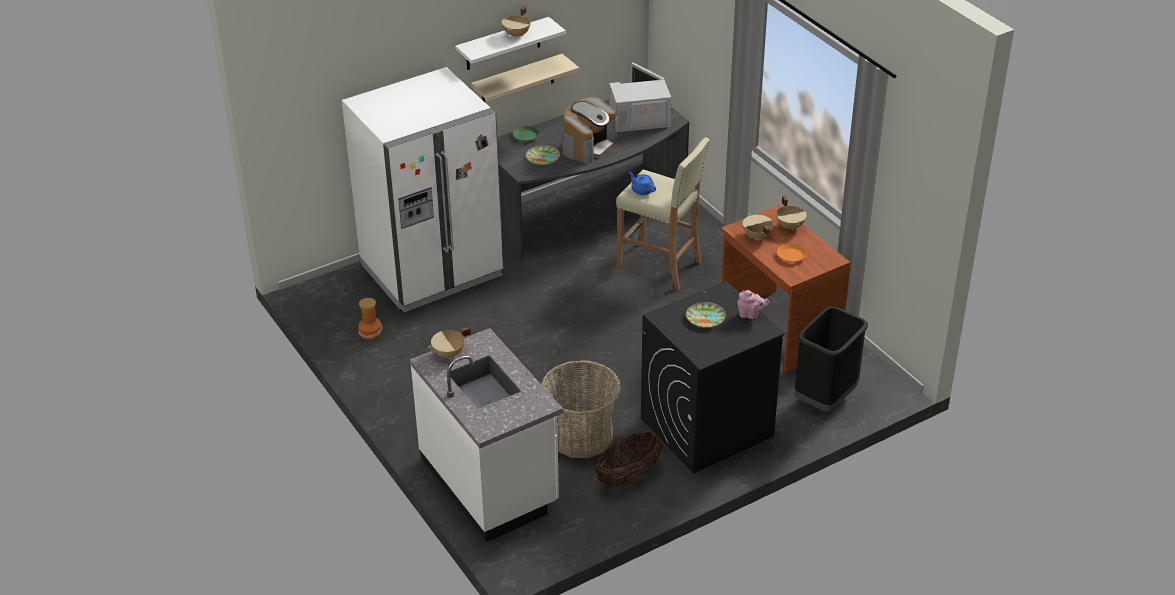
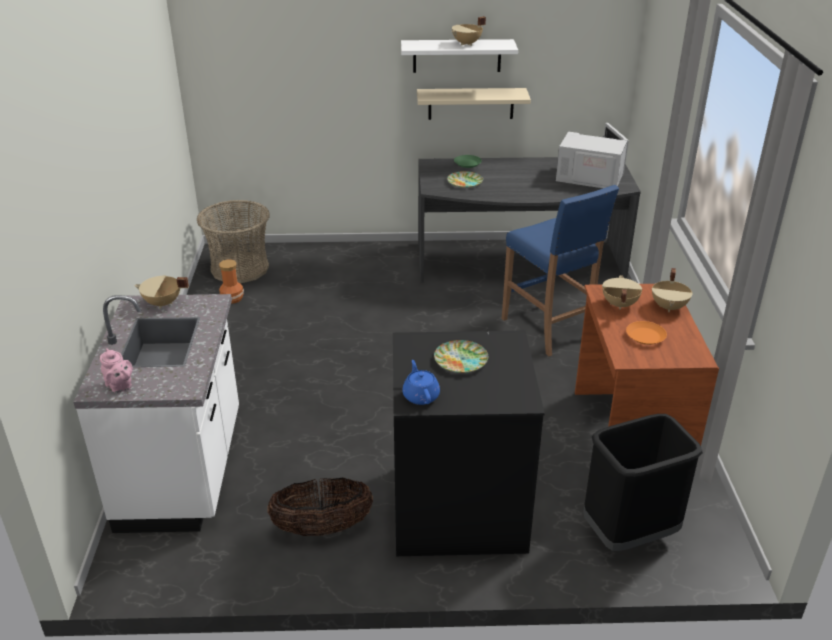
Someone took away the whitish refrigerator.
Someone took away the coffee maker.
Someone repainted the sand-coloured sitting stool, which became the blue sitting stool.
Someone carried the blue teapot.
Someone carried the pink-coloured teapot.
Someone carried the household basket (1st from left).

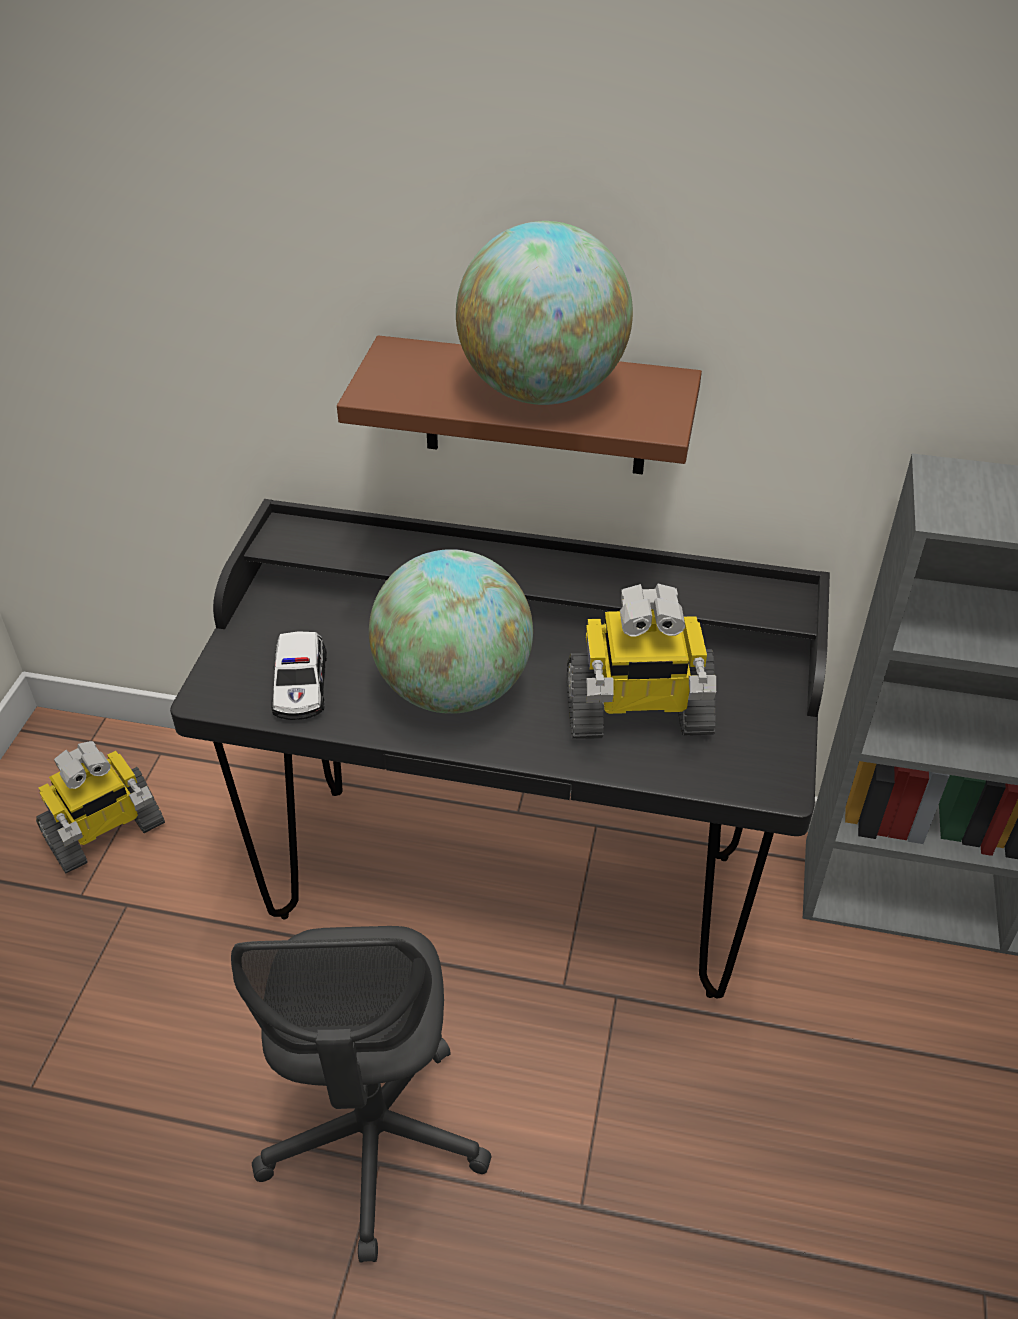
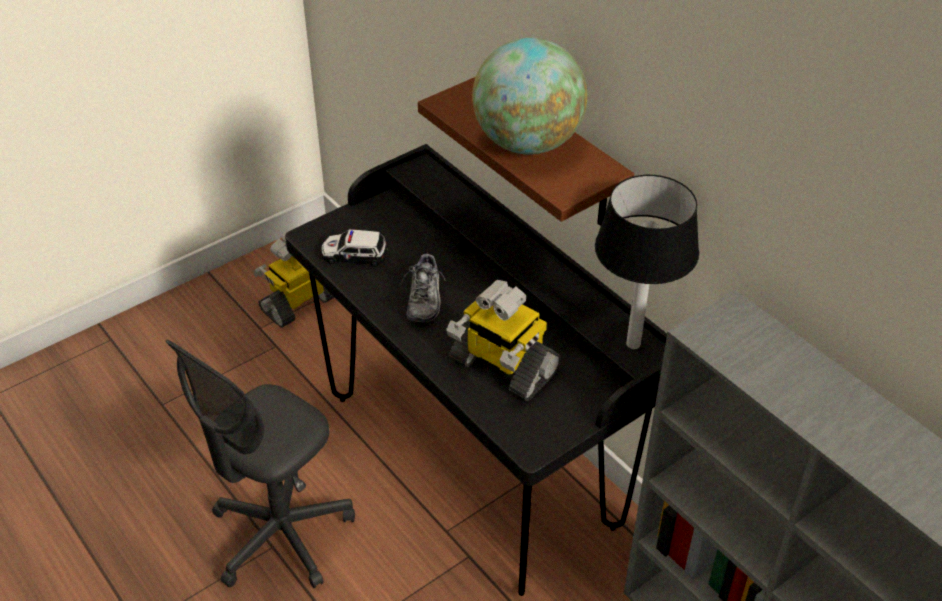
Someone swapped the desk globe (1st from left) for the shoe.
Someone rotated the miniature car by 60 degrees clockwise.
Someone rotated the model robot (1st from left) by 135 degrees clockwise.
Someone put down the lamp for a table.

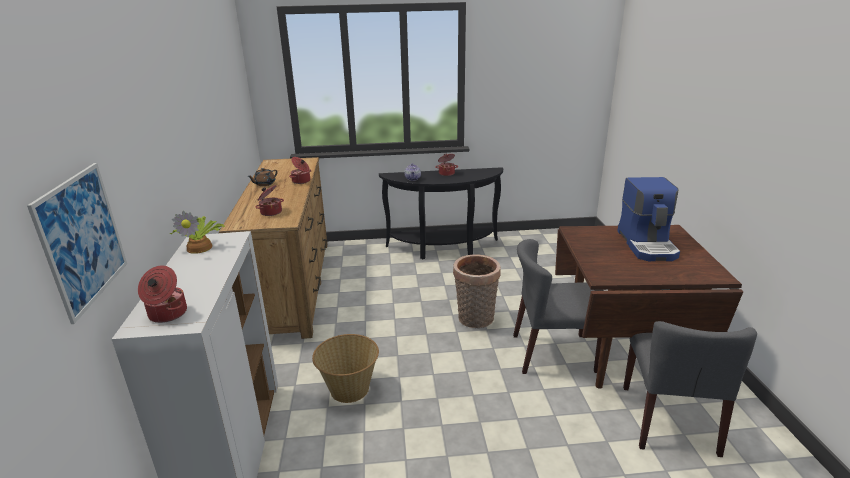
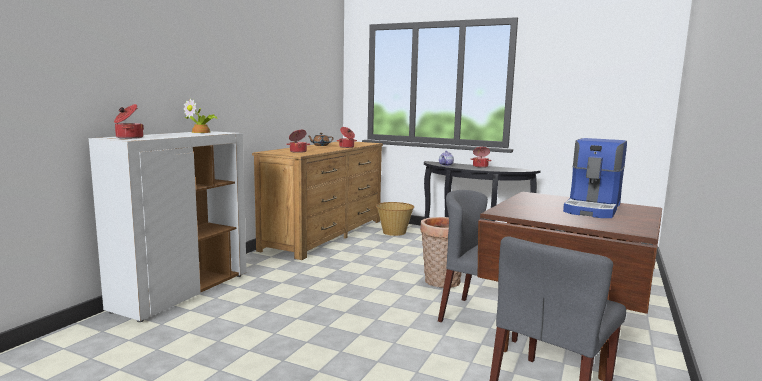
Someone took away the wall art.
Someone carried the household basket (1st from left).

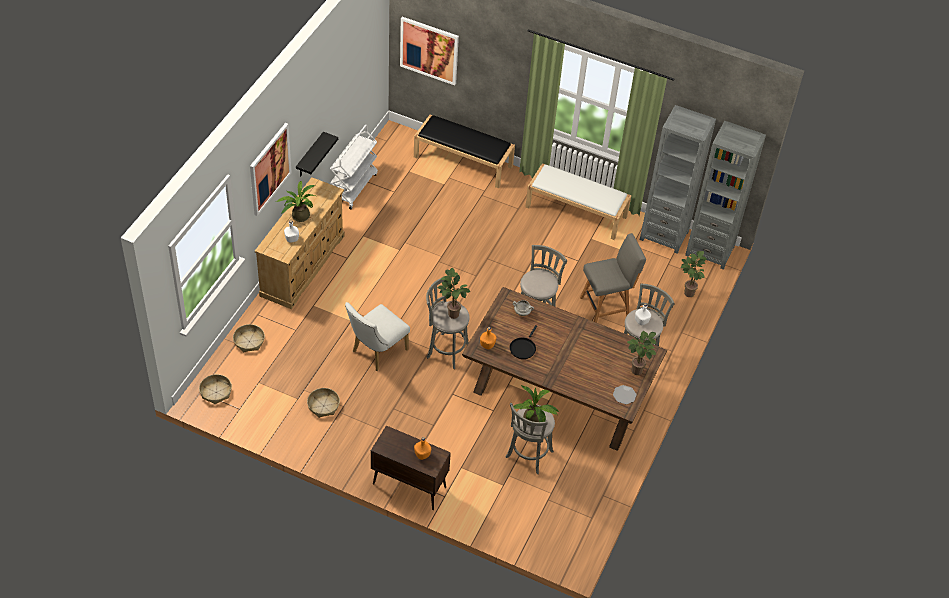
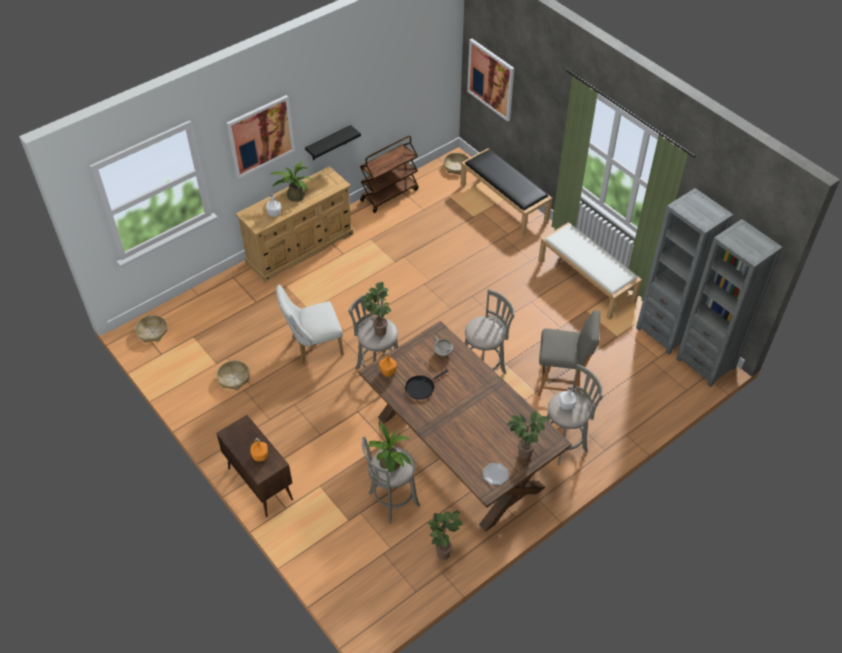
Someone repainted the whitish trolley, which became the brown trolley.
Someone carried the potted plant (5th from left in the first image).
Someone carried the household basket (2nd from left in the first image).

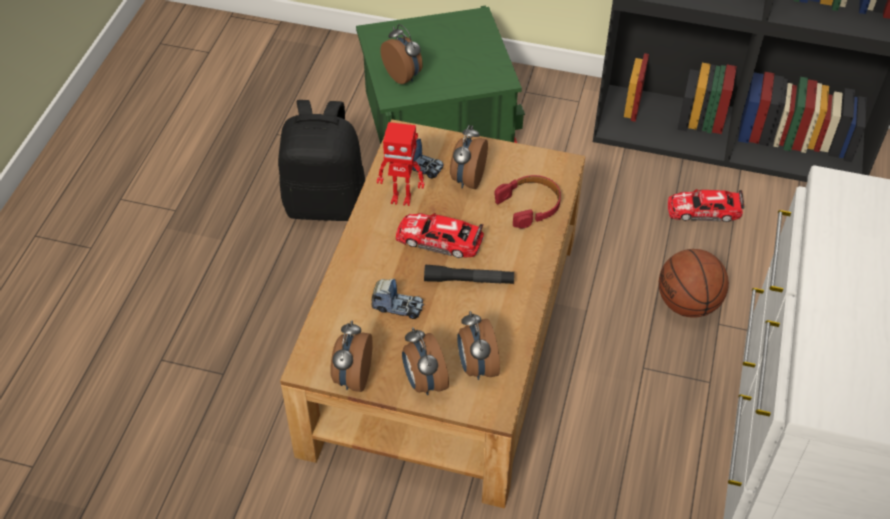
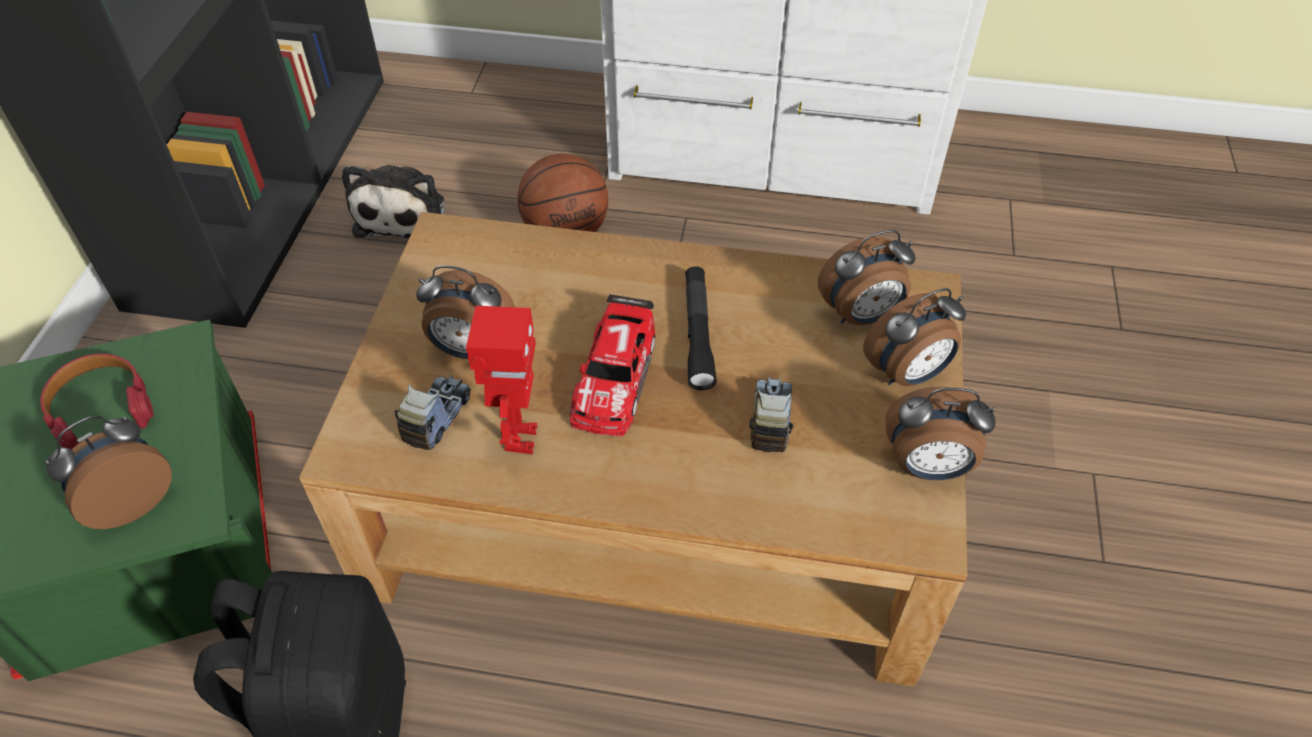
Someone carried the red headset.
Someone swapped the miniature car (2nd from left) for the soft toy.

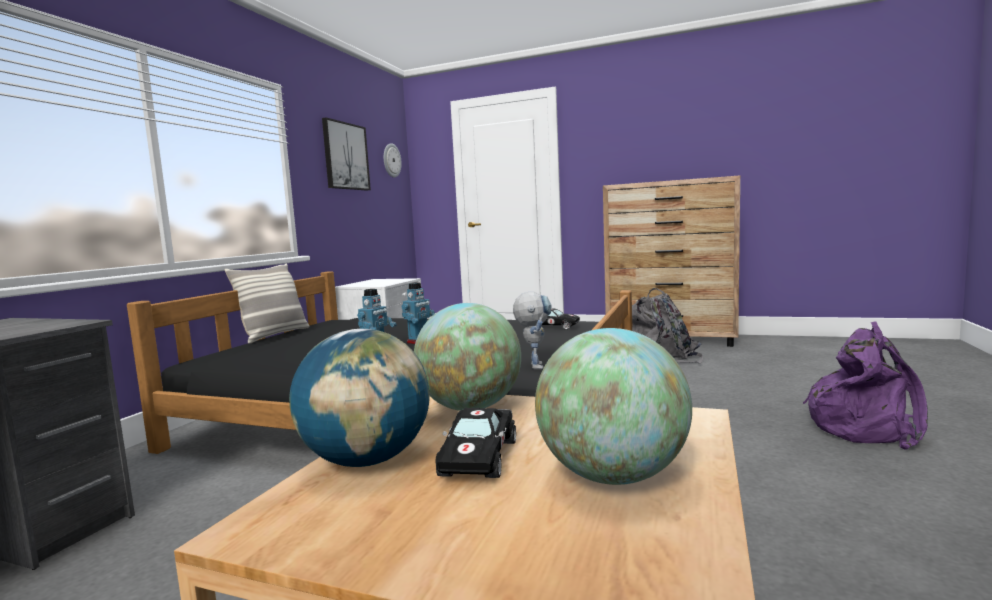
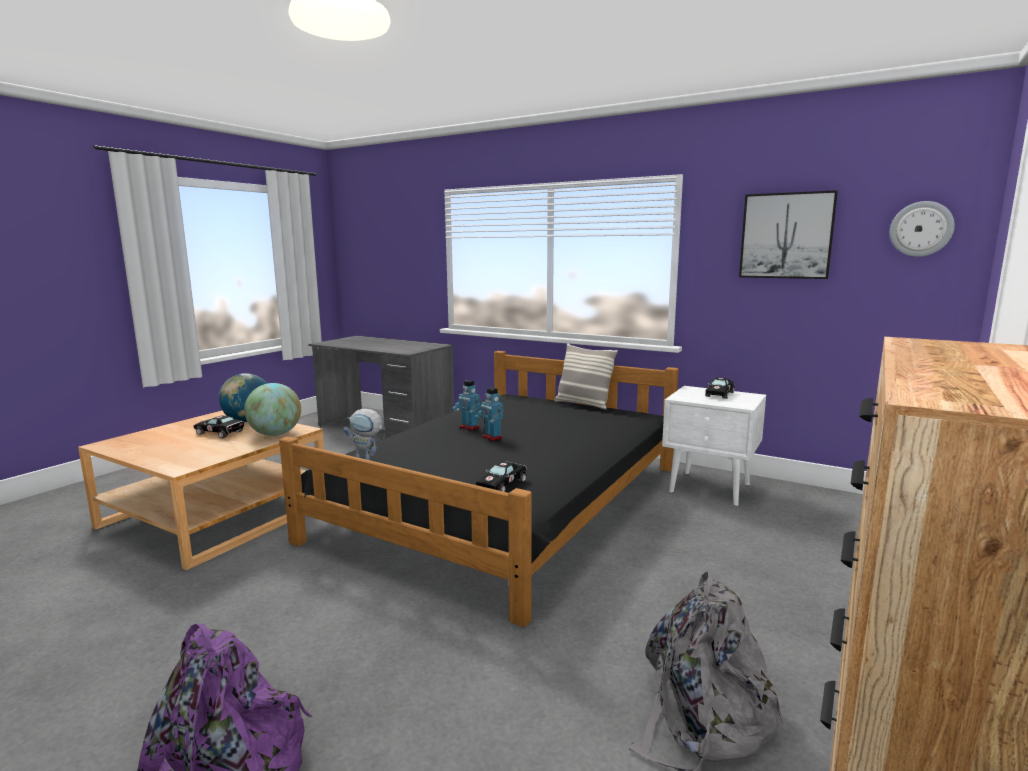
Someone took away the desk globe (3rd from left).
Someone put down the blackish miniature car (3rd from left).

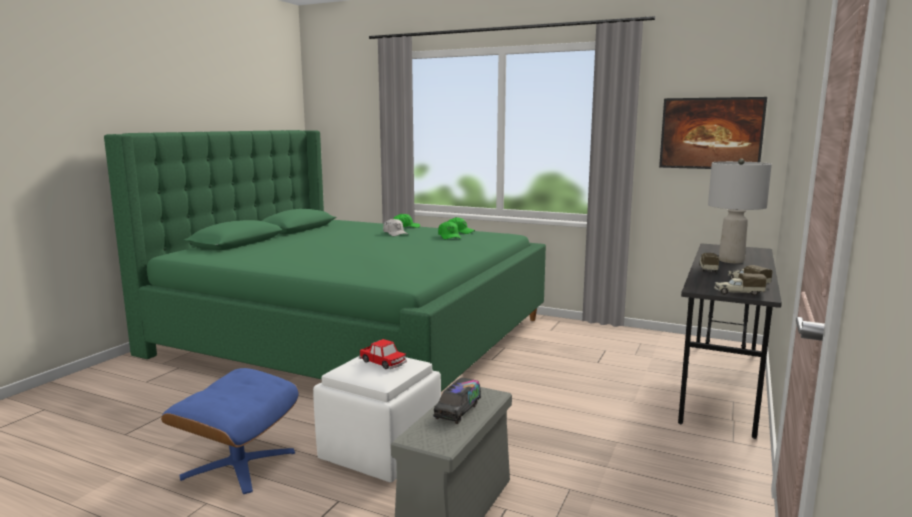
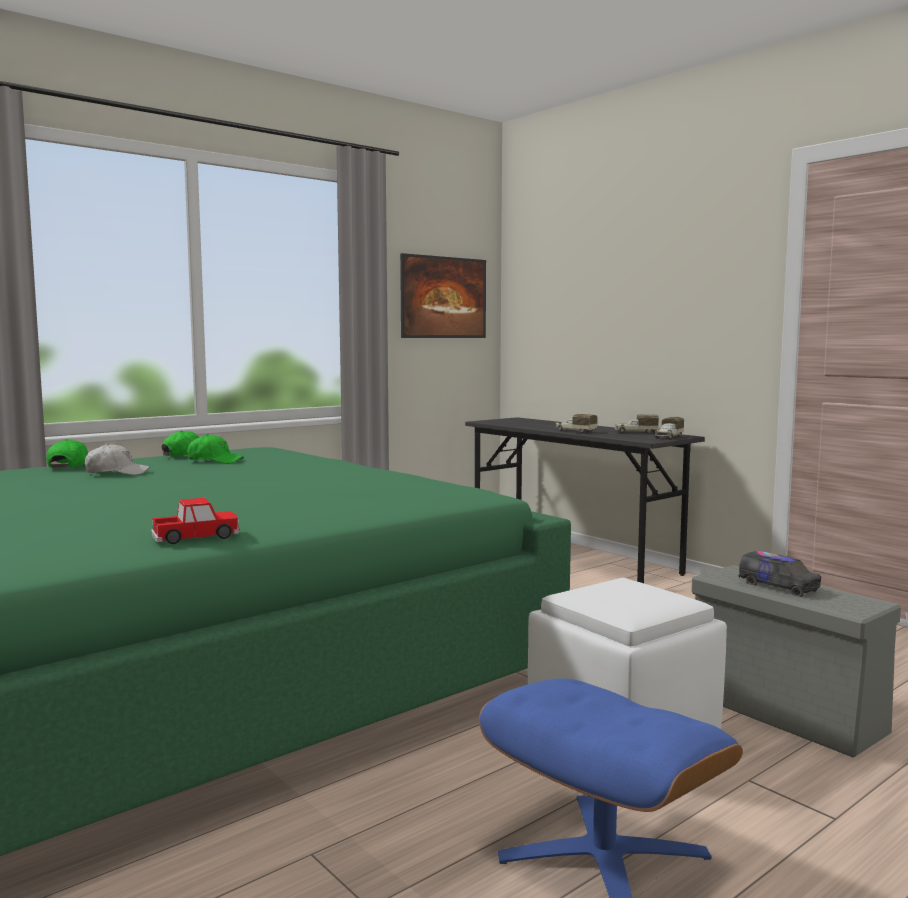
Someone took away the gray lamp for a table.
Someone carried the miniature car.

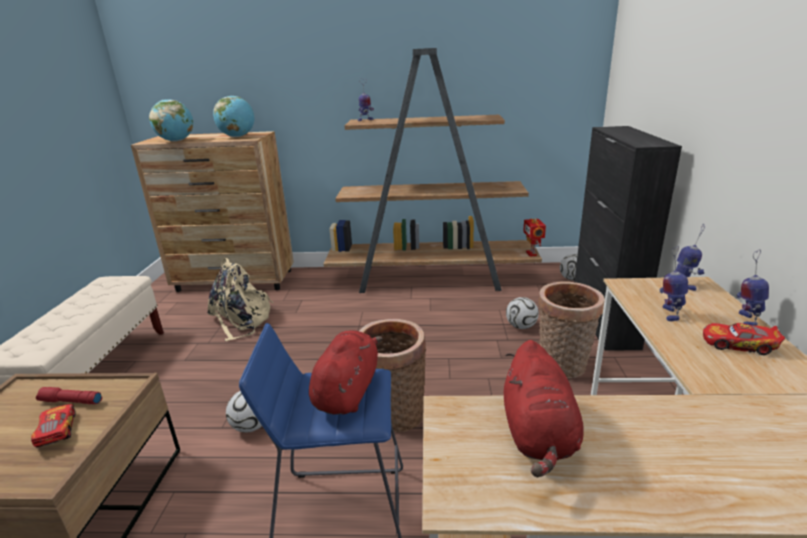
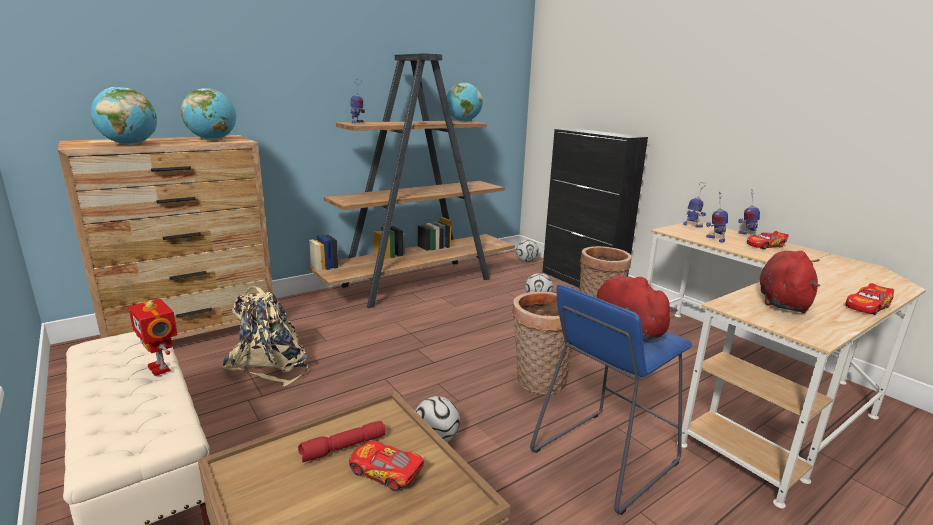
Someone carried the model robot (2nd from left in the first image).
Someone rotated the red soft toy (2nd from left) by 120 degrees counterclockwise.
Someone put down the desk globe (3rd from left).
Someone put down the miniature car (3rd from left).

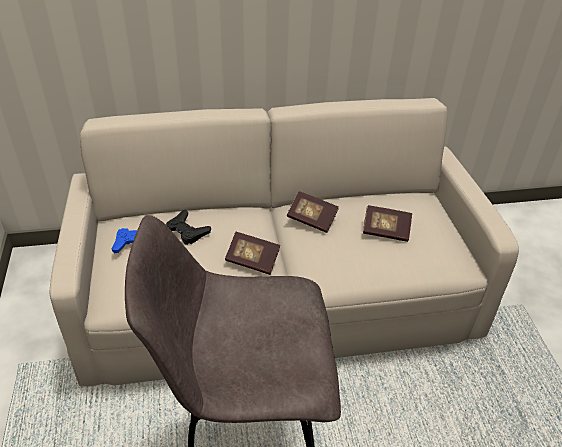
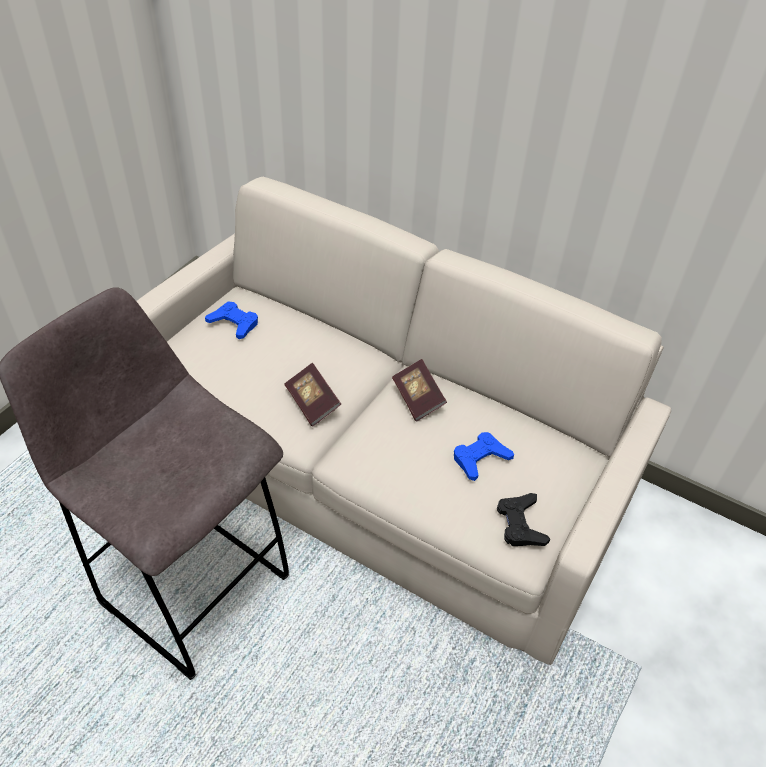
Someone swapped the book (3rd from left) for the blue game controller (2nd from left).
Someone carried the blackish game controller.

